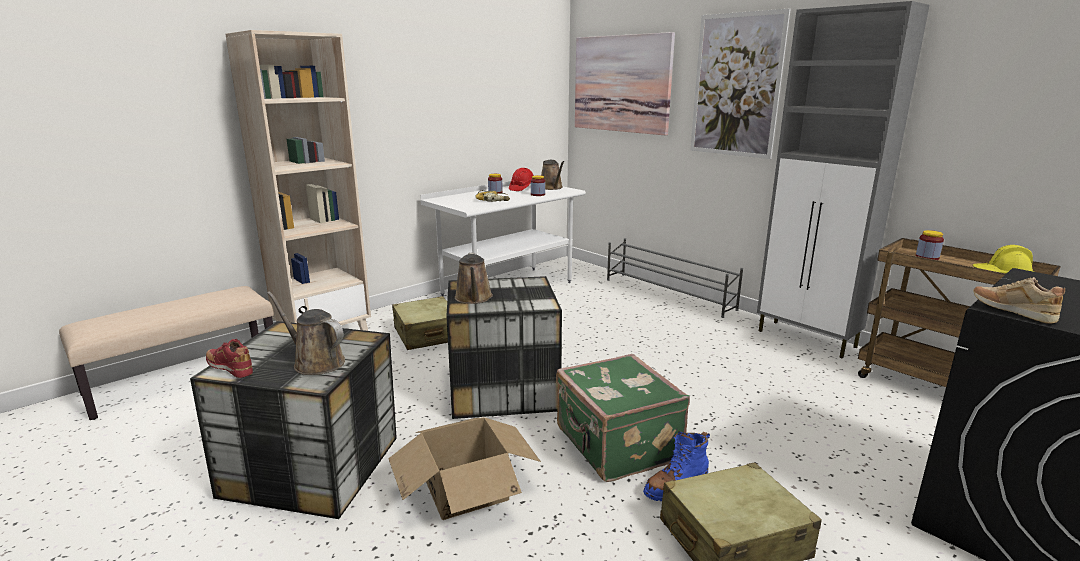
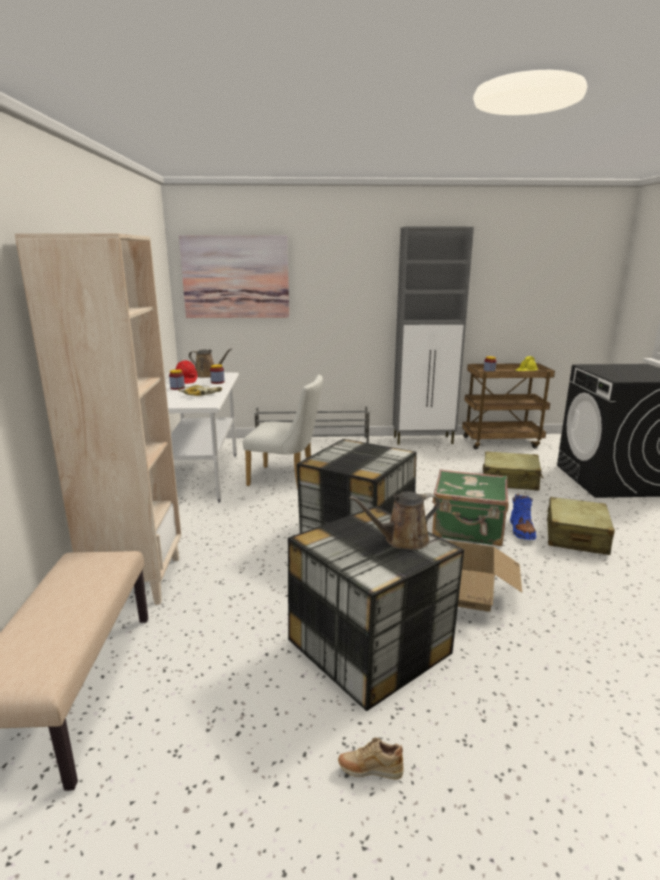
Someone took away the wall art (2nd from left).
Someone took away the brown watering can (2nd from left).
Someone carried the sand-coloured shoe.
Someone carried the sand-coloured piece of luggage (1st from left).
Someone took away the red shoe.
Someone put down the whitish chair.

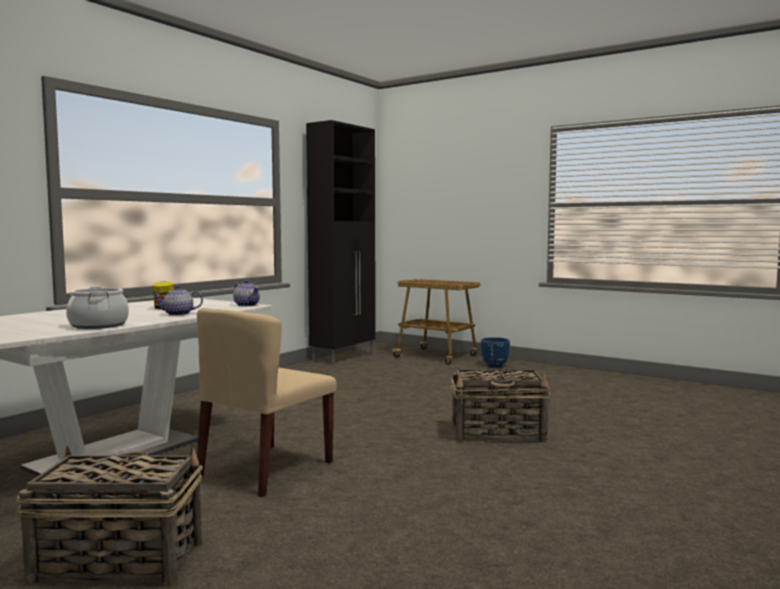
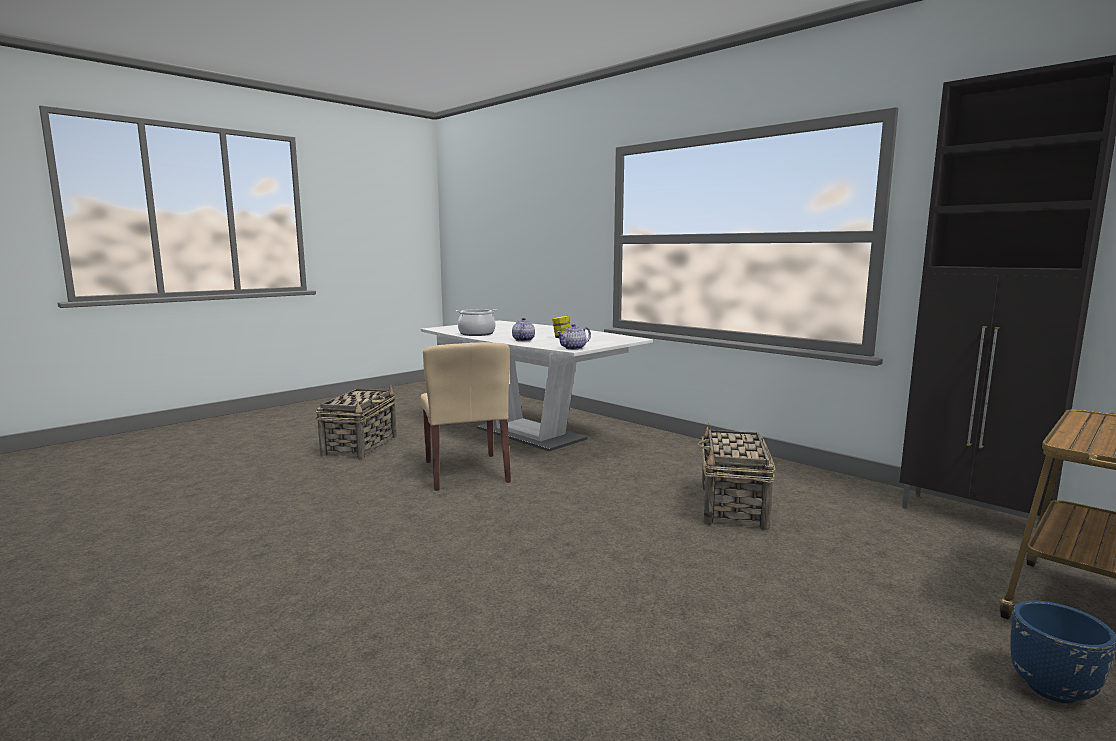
Someone rotated the sand-coloured chair by 150 degrees counterclockwise.
Someone carried the household basket (2nd from left).

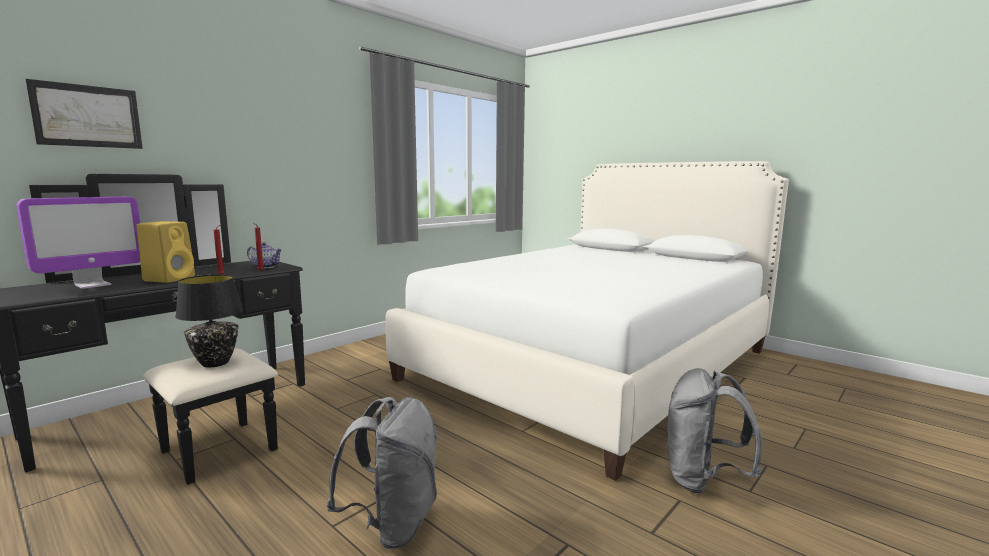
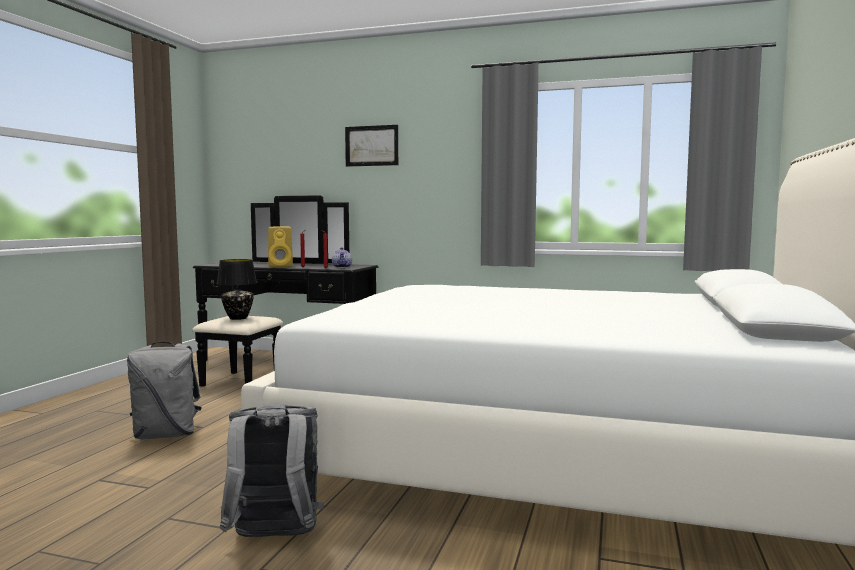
Someone carried the wall art.
Someone took away the computer display.

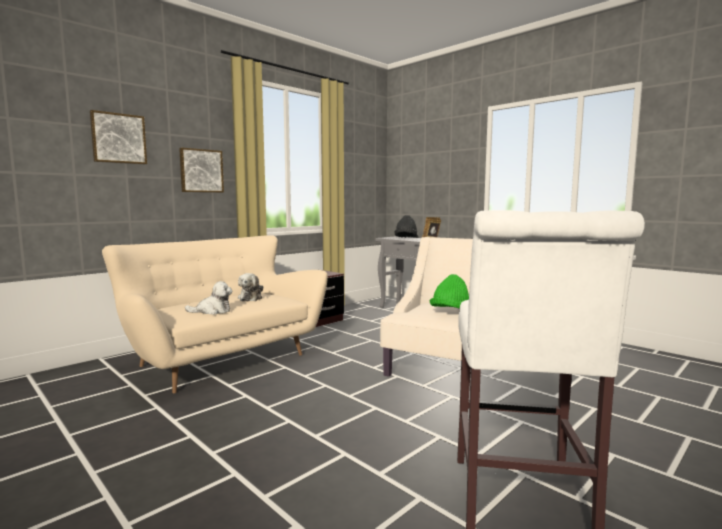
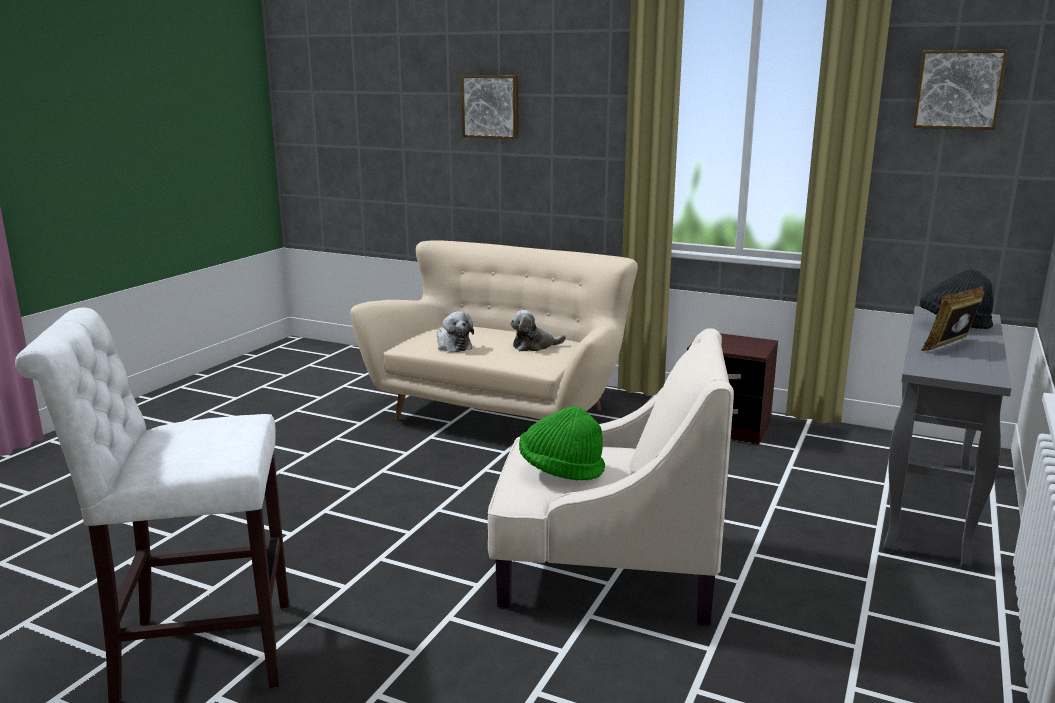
Someone carried the wall art (2nd from left).

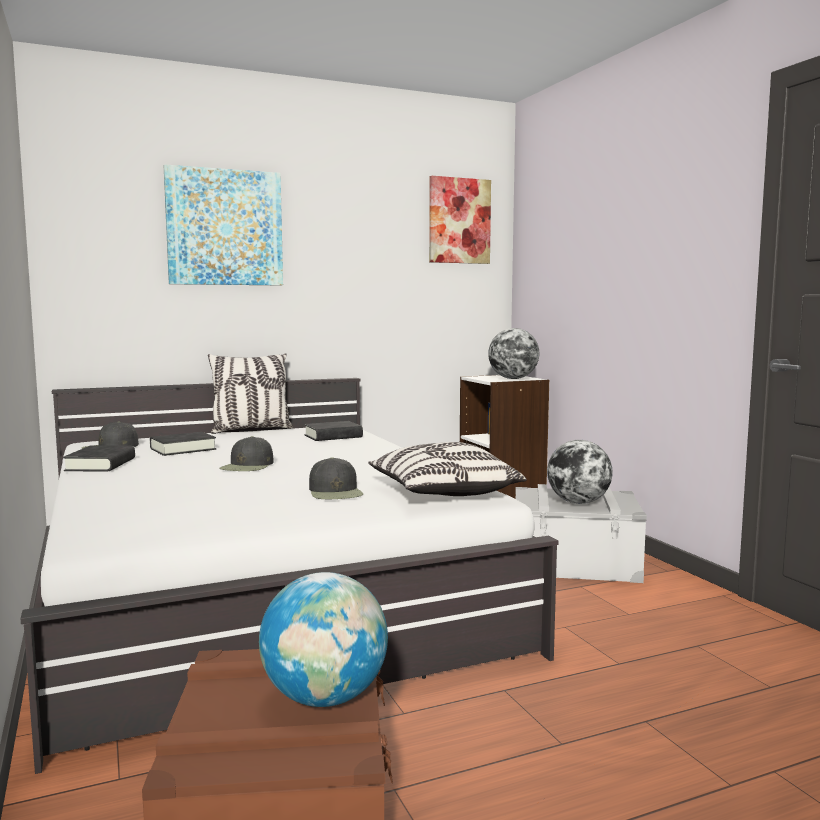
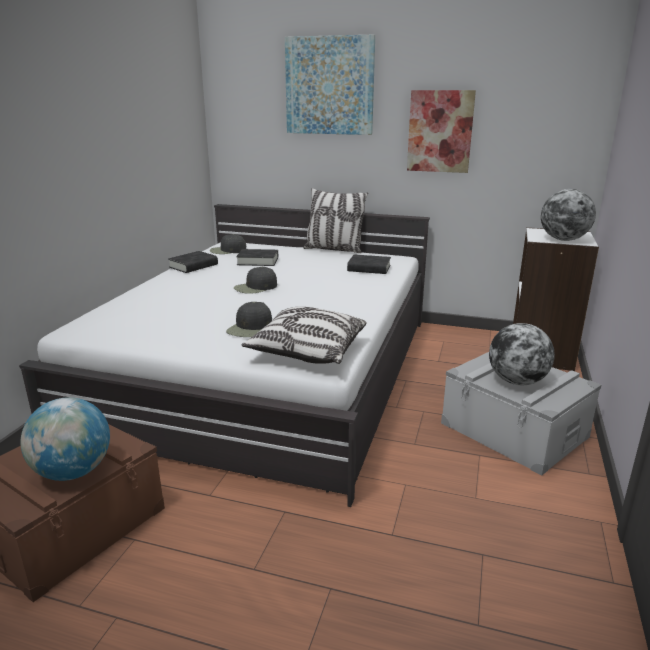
Someone carried the wall art (2nd from left).

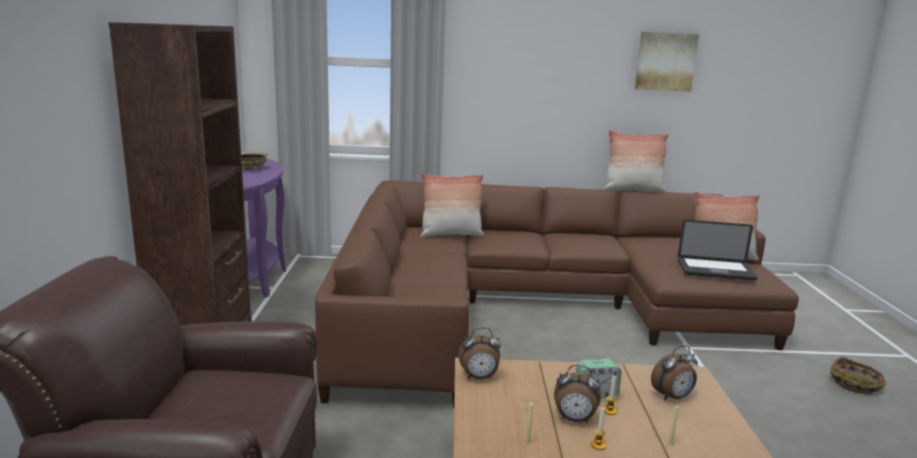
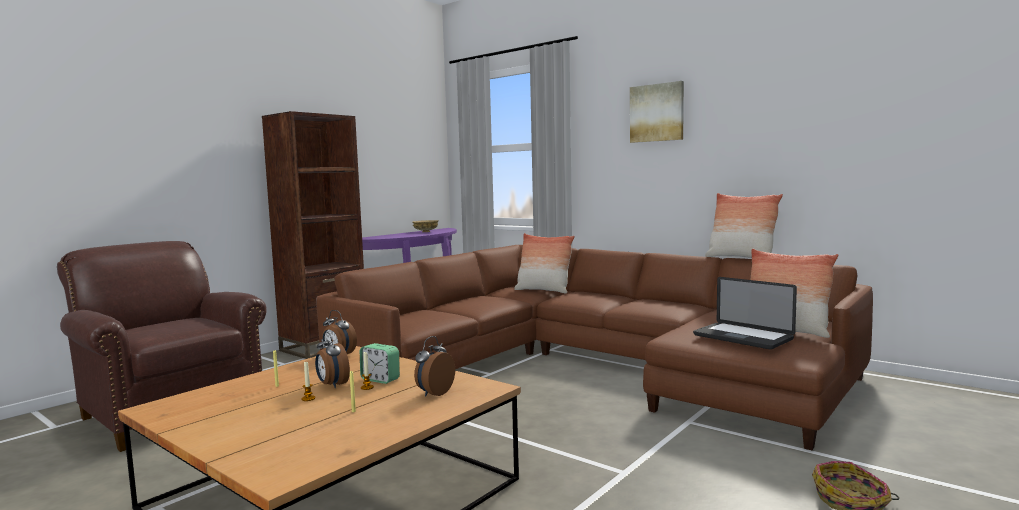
Someone carried the wall art.
Someone rotated the alarm clock (4th from left) by 105 degrees clockwise.

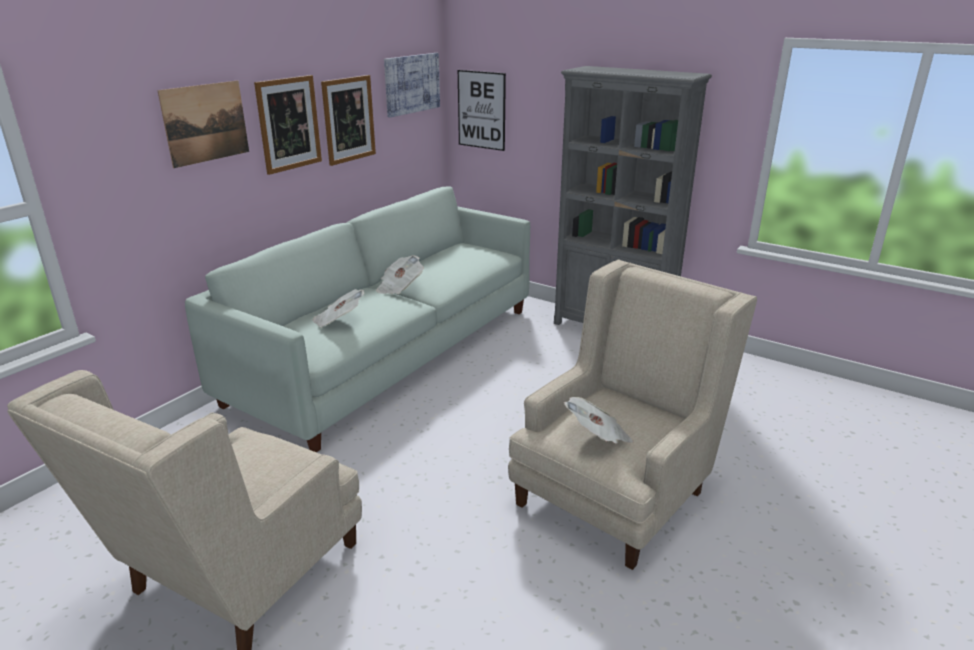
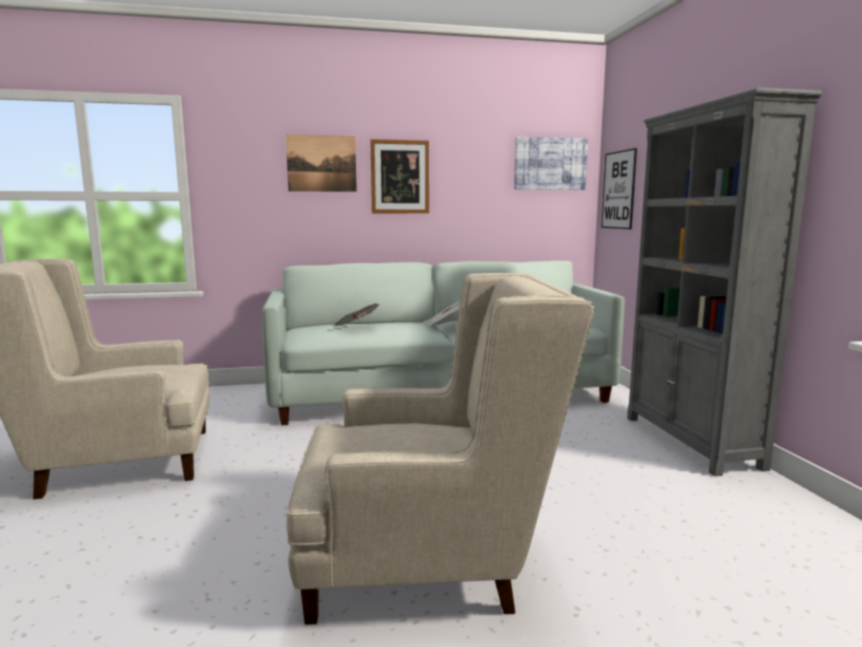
Someone took away the wall art (3rd from left).
Someone took away the daily paper (3rd from left).

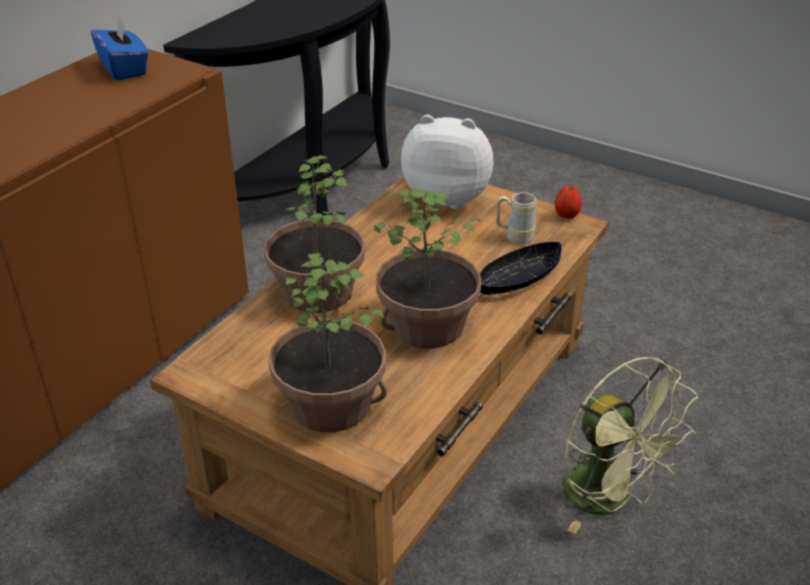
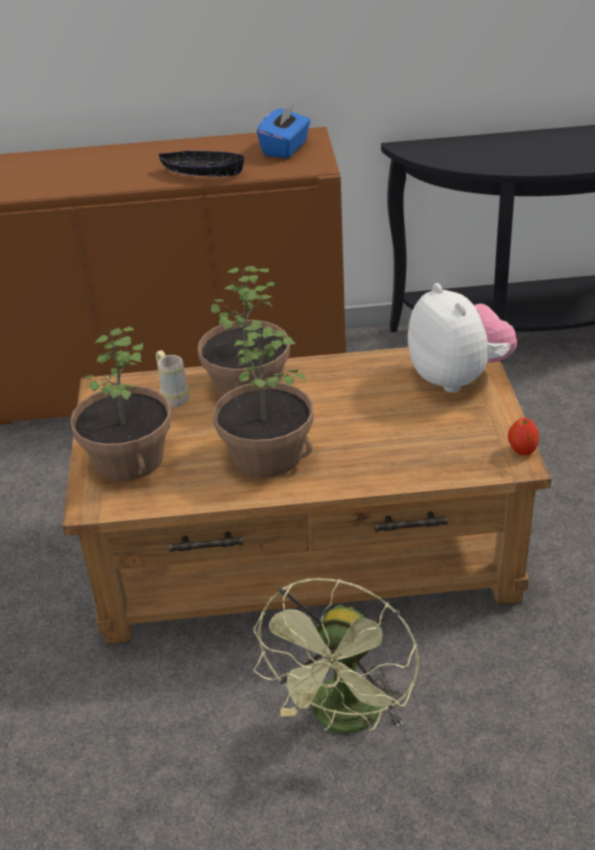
Someone carried the sand-coloured tea mug.
Someone carried the blackish serving bowl.

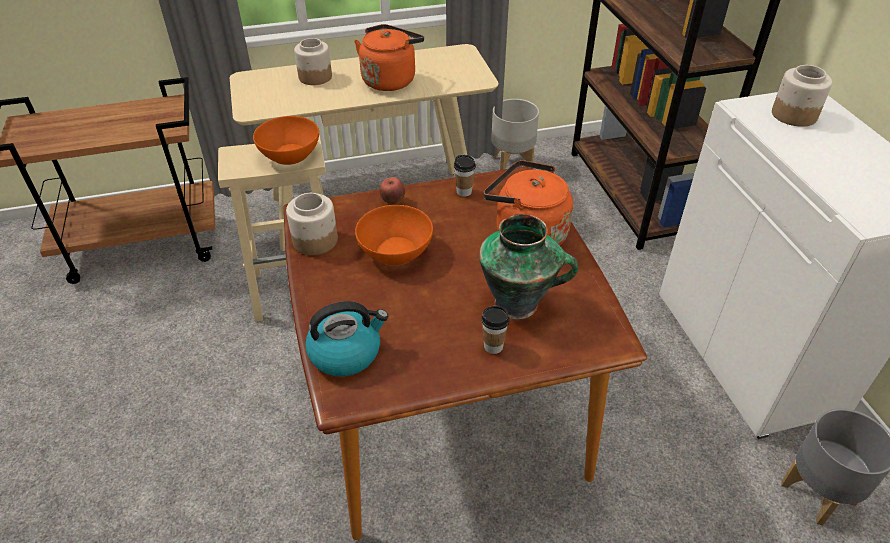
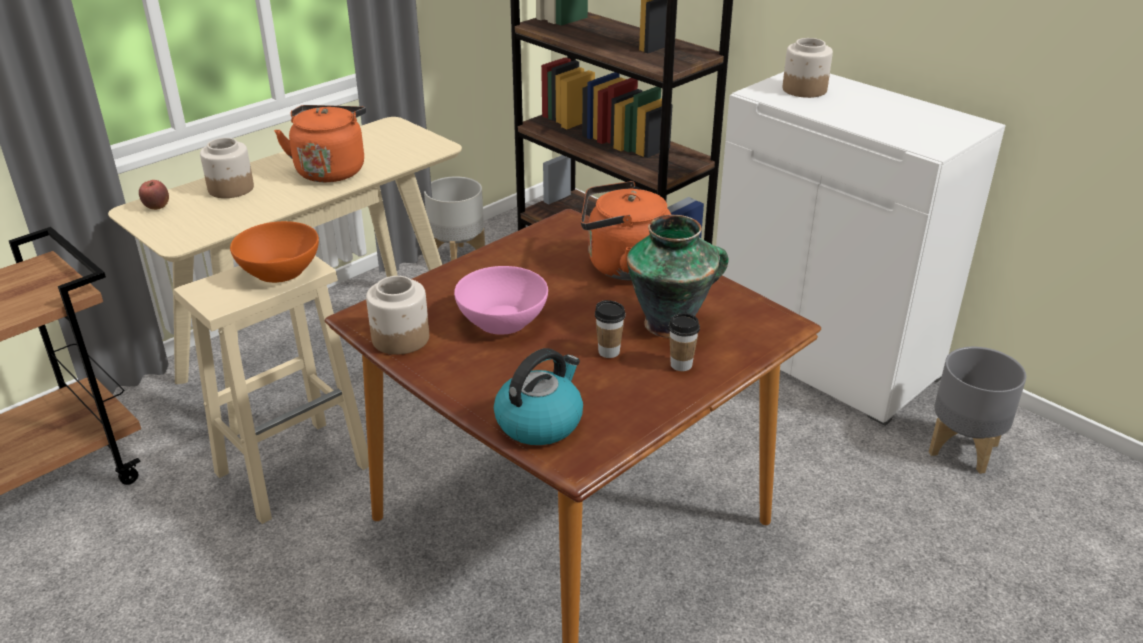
Someone carried the cup (1st from left).
Someone carried the apple.
Someone repainted the orange-coloured serving bowl (2nd from left), which became the pink-coloured serving bowl.

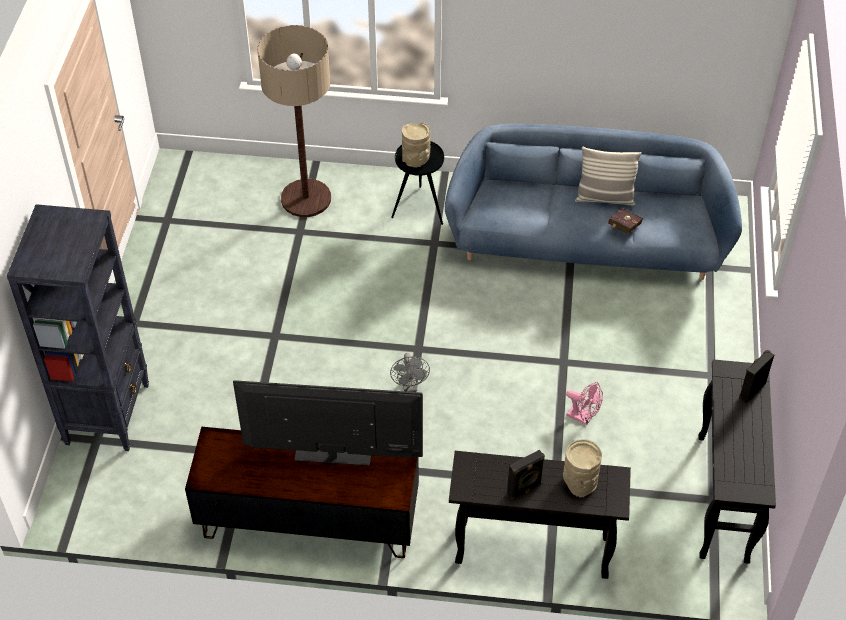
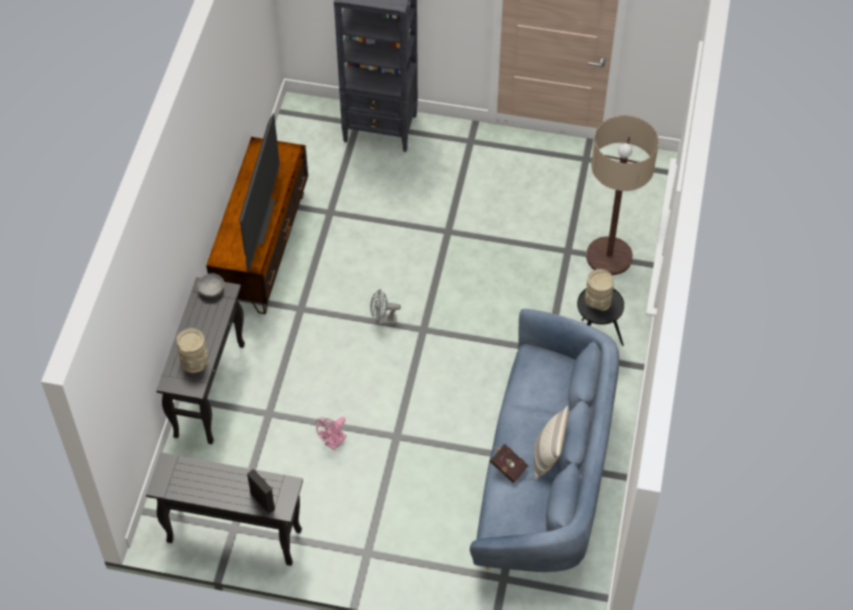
Someone took away the blackish audio speaker (1st from left).
Someone put down the gray serving bowl.

